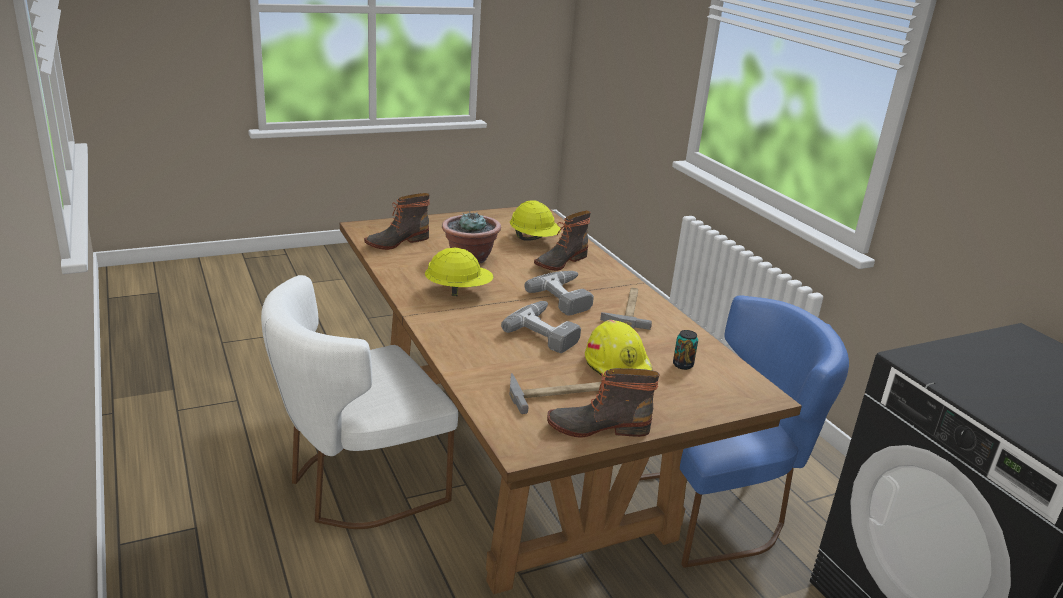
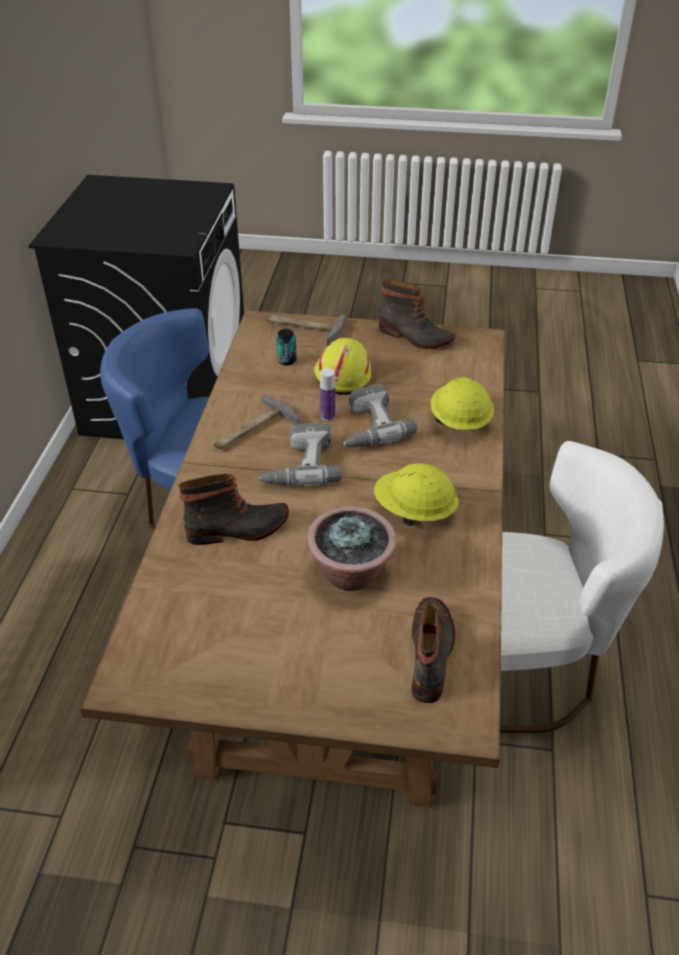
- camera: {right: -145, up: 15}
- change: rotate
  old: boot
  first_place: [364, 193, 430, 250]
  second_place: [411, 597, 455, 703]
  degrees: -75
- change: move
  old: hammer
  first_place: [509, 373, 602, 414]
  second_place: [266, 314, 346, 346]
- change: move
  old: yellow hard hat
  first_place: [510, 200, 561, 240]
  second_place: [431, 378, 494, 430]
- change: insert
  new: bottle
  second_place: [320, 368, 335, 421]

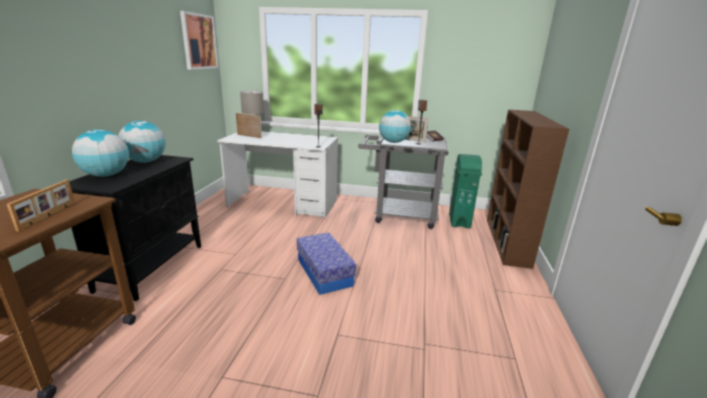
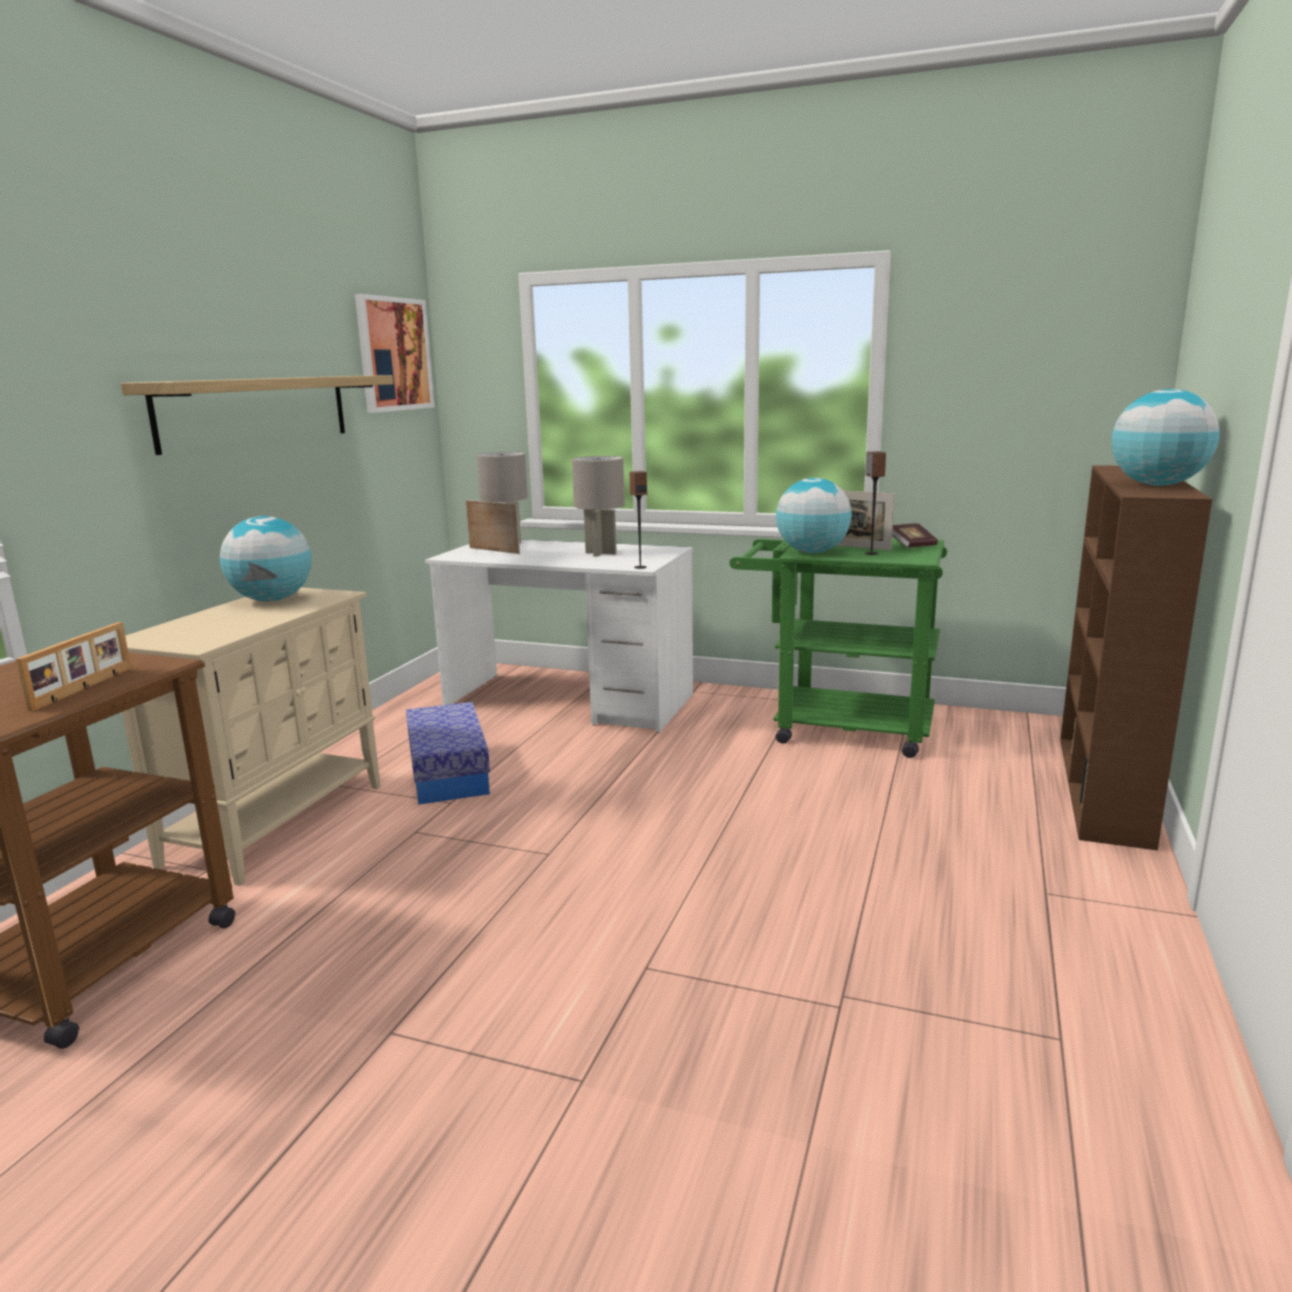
- camera: {right: 10, up: -5}
- change: recolor
  old: black cabinet
  new: beige cabinet
  first_place: [69, 155, 201, 301]
  second_place: [122, 588, 381, 886]
- change: move
  old: globe
  first_place: [72, 129, 129, 177]
  second_place: [1111, 389, 1220, 486]
- change: move
  old: storage box
  first_place: [297, 233, 356, 295]
  second_place: [406, 702, 490, 805]
- change: recolor
  old: grey cart
  new: green cart
  first_place: [358, 135, 449, 229]
  second_place: [729, 538, 947, 758]
- change: delete
  old: green trash can
  first_place: [449, 154, 482, 228]
- change: insert
  new: shelf
  second_place: [121, 375, 393, 455]
- change: insert
  new: grey table lamp
  second_place: [572, 456, 625, 557]

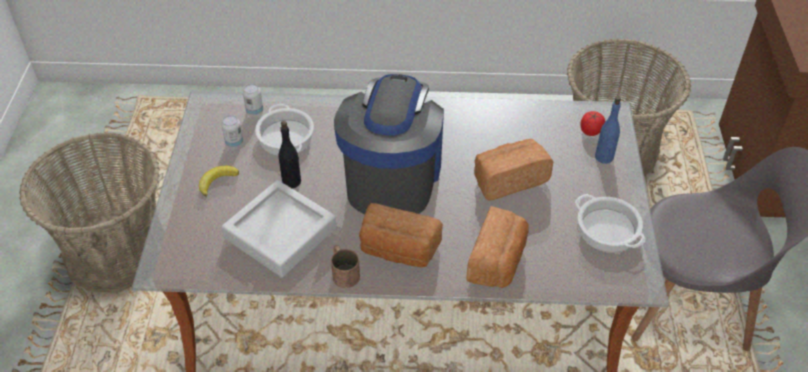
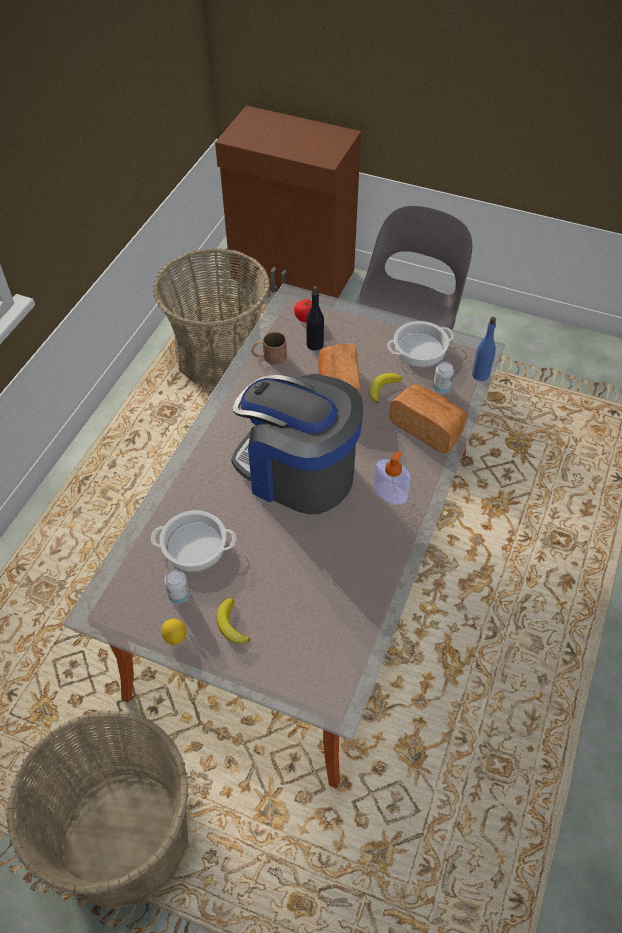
- camera: {right: -70, up: 5}
- change: delete
  old: grey tray
  first_place: [222, 180, 337, 277]
- change: move
  old: can
  first_place: [243, 84, 263, 115]
  second_place: [433, 362, 454, 393]
- change: move
  old: black bottle
  first_place: [278, 121, 301, 188]
  second_place: [306, 286, 324, 350]
- change: move
  old: brown mug
  first_place: [331, 245, 360, 288]
  second_place: [251, 332, 287, 365]
- change: replace
  old: bread
  new: soap dispenser
  first_place: [359, 203, 443, 267]
  second_place: [374, 451, 411, 504]
- change: move
  old: blue bottle
  first_place: [595, 96, 621, 164]
  second_place: [472, 317, 496, 381]
- change: insert
  new: lemon
  second_place: [161, 619, 187, 645]
- change: insert
  new: banana
  second_place: [369, 373, 402, 403]

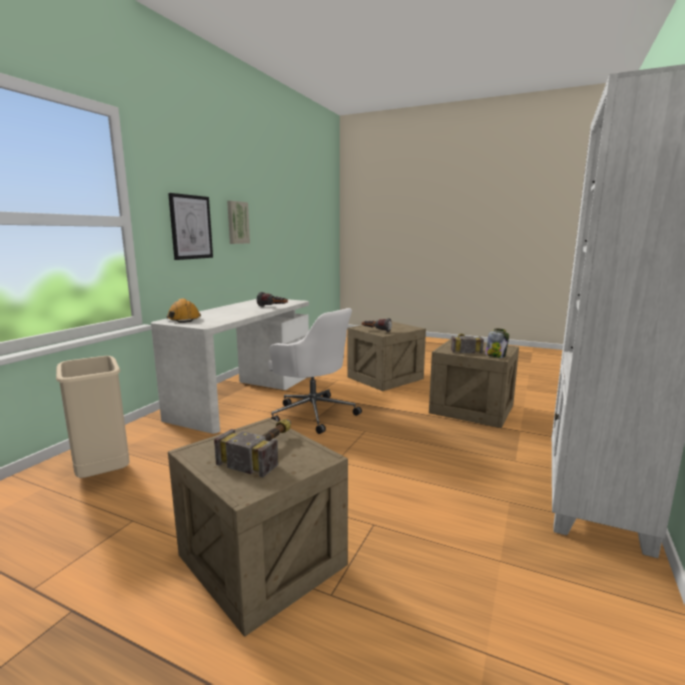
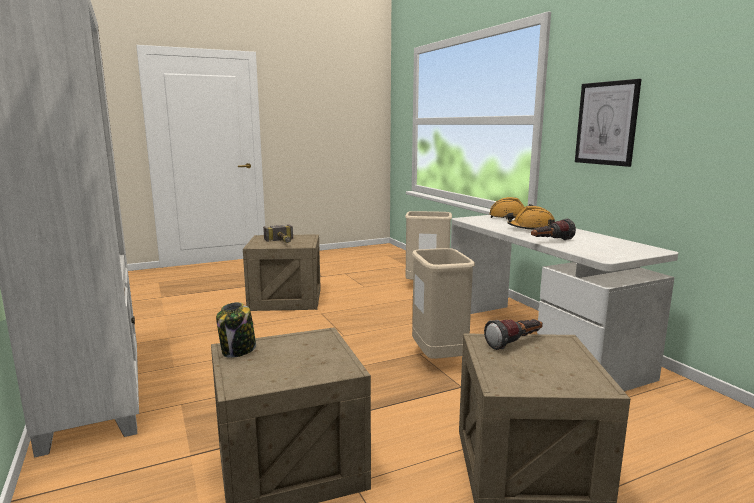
- camera: {right: 130, up: 0}
- change: delete
  old: picture
  first_place: [227, 201, 250, 244]
- change: replace
  old: white office chair
  new: beige trash can
  first_place: [268, 308, 362, 434]
  second_place: [412, 248, 475, 359]
- change: delete
  old: hammer
  first_place: [451, 333, 484, 354]
- change: insert
  new: orange hard hat
  second_place: [507, 206, 555, 230]

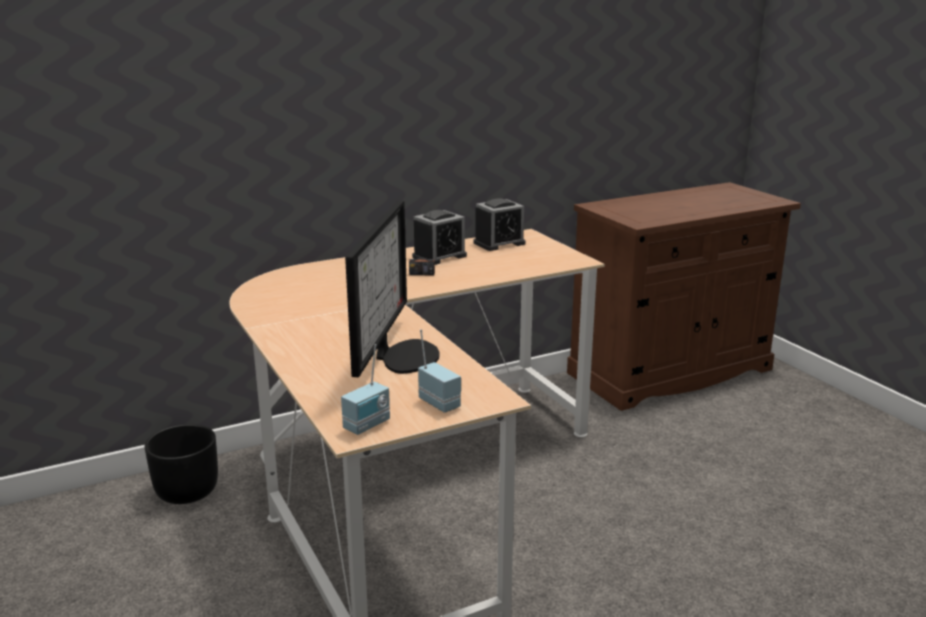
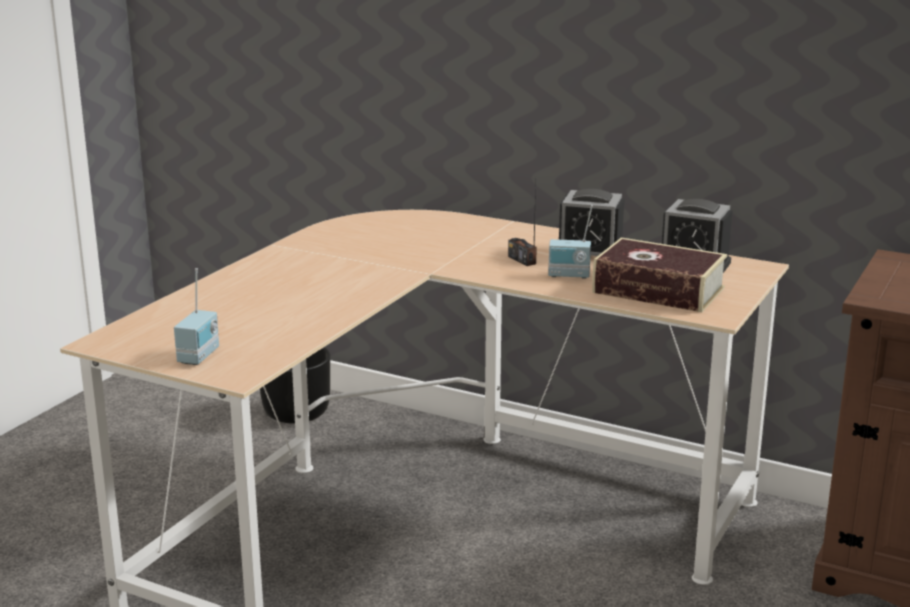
- camera: {right: 55, up: 0}
- change: move
  old: radio
  first_place: [341, 344, 390, 435]
  second_place: [548, 205, 593, 278]
- change: delete
  old: monitor
  first_place: [345, 200, 439, 377]
- change: insert
  new: book
  second_place: [592, 238, 727, 312]

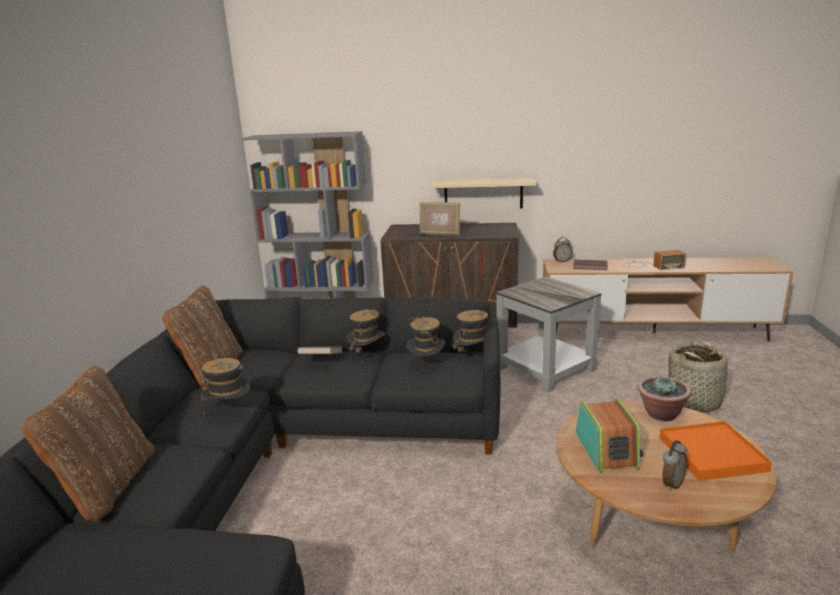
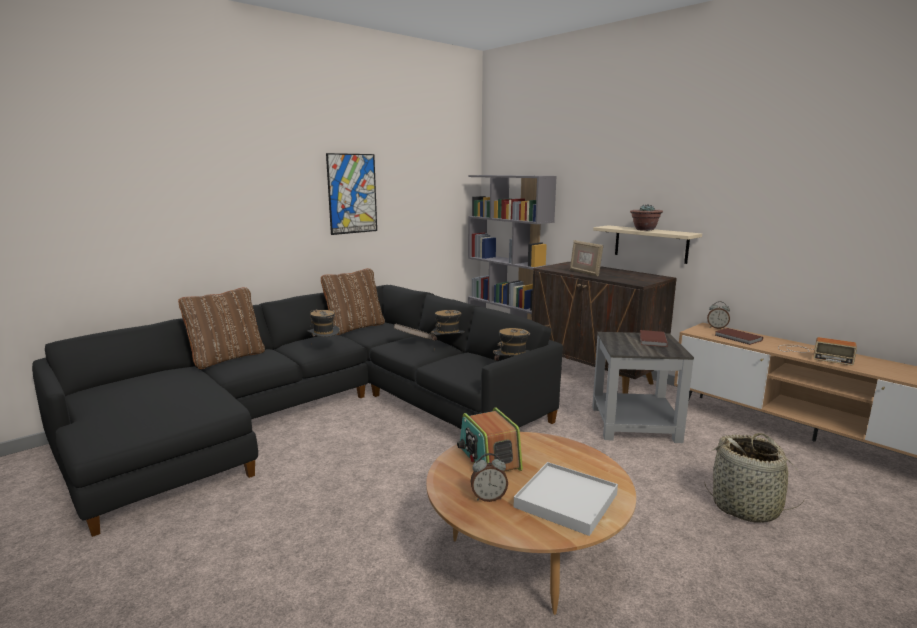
- camera: {right: 40, up: -5}
- change: delete
  old: hat
  first_place: [407, 317, 445, 356]
- change: rotate
  old: radio
  first_place: [576, 398, 643, 473]
  second_place: [457, 407, 523, 472]
  degrees: 120
- change: move
  old: potted plant
  first_place: [637, 376, 692, 421]
  second_place: [630, 204, 663, 231]
- change: recolor
  old: orange tray
  new: white tray
  first_place: [659, 421, 772, 481]
  second_place: [514, 462, 618, 536]
- change: insert
  new: picture
  second_place: [326, 153, 377, 235]
- change: insert
  new: brown book
  second_place: [640, 330, 668, 347]

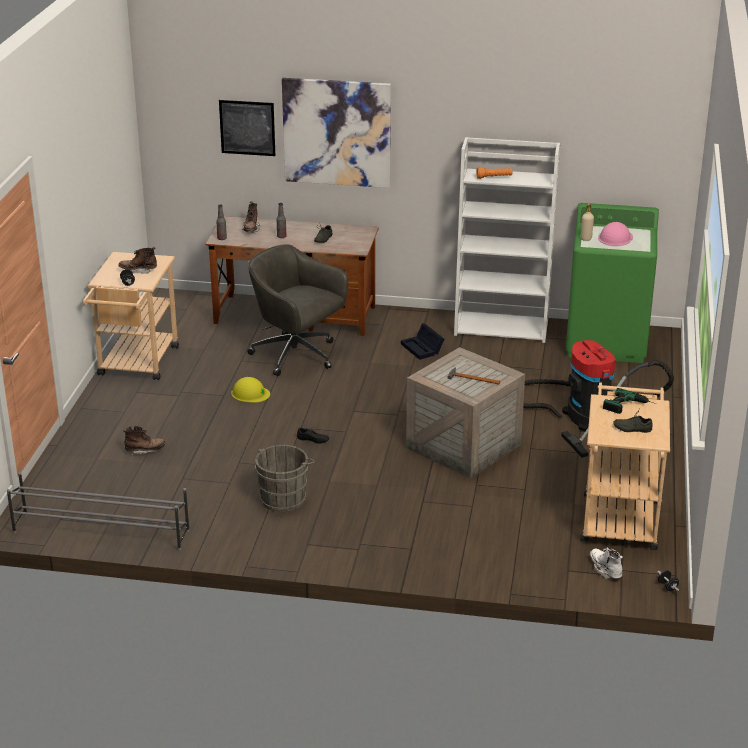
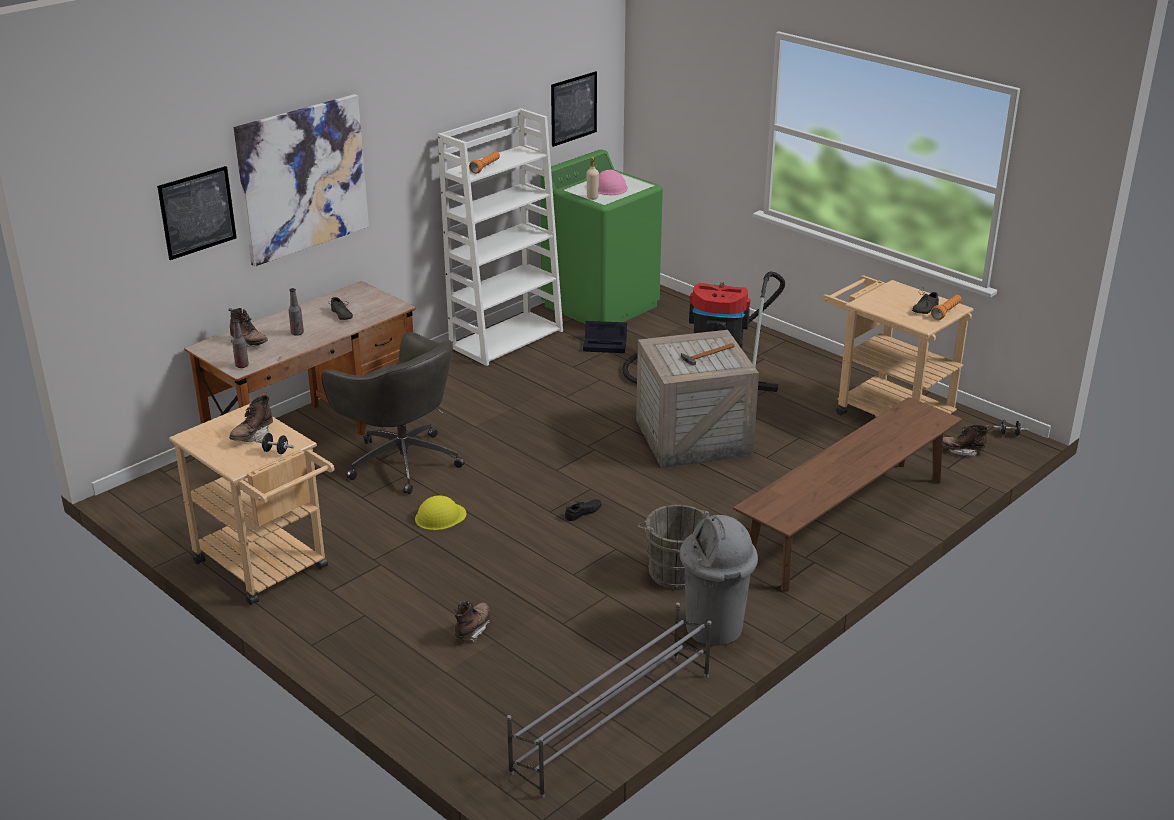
- camera: {right: -55, up: 0}
- change: rotate
  old: grey office chair
  first_place: [247, 244, 348, 376]
  second_place: [321, 332, 465, 494]
  degrees: -120
- change: move
  old: black storage box
  first_place: [401, 323, 444, 360]
  second_place: [583, 321, 627, 353]
- change: recolor
  old: white boot
  new: brown boot
  first_place: [590, 547, 623, 579]
  second_place: [943, 425, 990, 456]
- change: delete
  old: power drill
  first_place: [603, 388, 656, 414]
- change: insert
  new: picture
  second_place: [551, 71, 597, 147]
- change: insert
  new: grey trash can
  second_place: [679, 515, 758, 645]
- change: insert
  new: brown bench
  second_place: [733, 397, 962, 591]
- change: insert
  new: orange flashlight
  second_place: [931, 295, 962, 320]

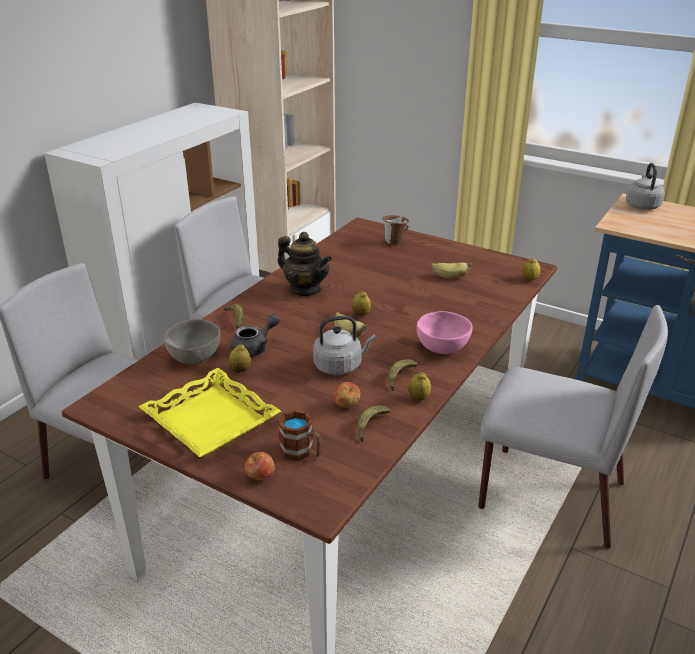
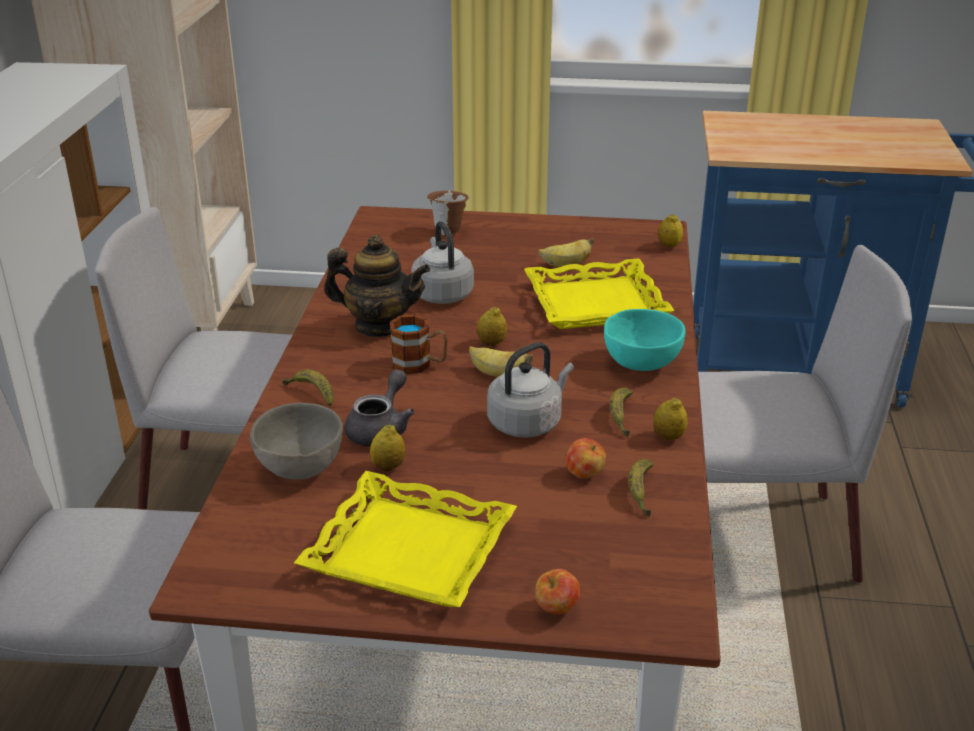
- camera: {right: -25, up: 0}
- change: move
  old: mug
  first_place: [278, 410, 322, 461]
  second_place: [390, 314, 448, 374]
- change: recolor
  old: pink bowl
  new: turquoise bowl
  first_place: [417, 311, 473, 354]
  second_place: [604, 309, 686, 371]
- change: move
  old: grey kettle
  first_place: [626, 163, 665, 210]
  second_place: [411, 221, 474, 304]
- change: insert
  new: yellow tray
  second_place: [524, 259, 675, 329]

